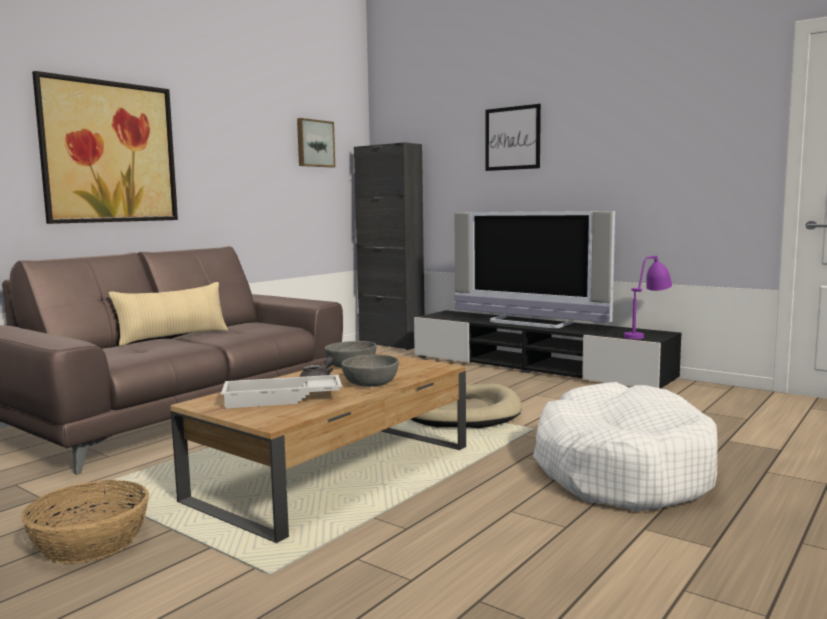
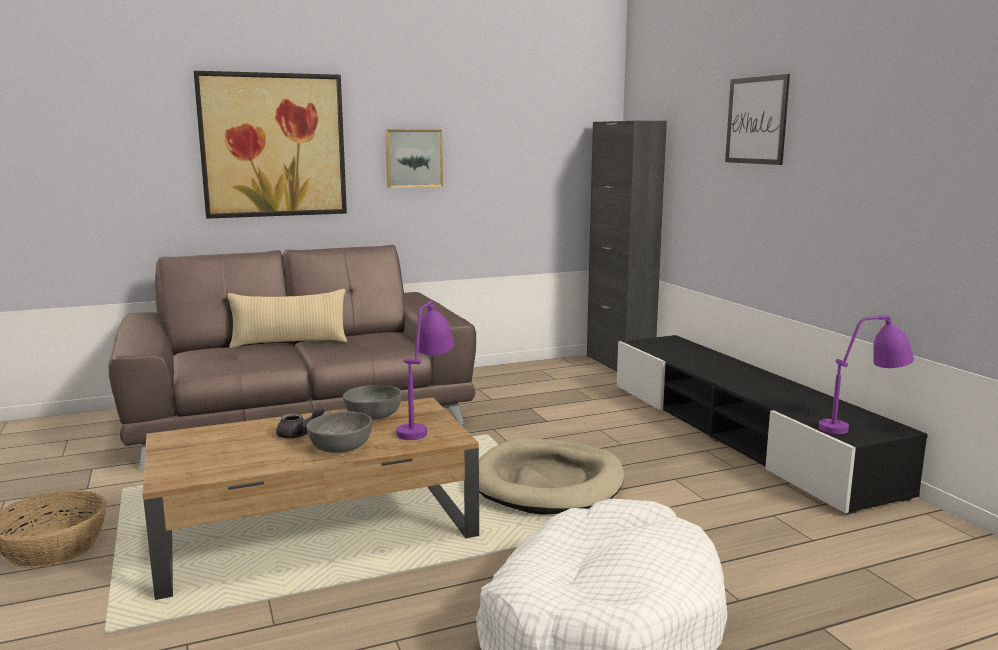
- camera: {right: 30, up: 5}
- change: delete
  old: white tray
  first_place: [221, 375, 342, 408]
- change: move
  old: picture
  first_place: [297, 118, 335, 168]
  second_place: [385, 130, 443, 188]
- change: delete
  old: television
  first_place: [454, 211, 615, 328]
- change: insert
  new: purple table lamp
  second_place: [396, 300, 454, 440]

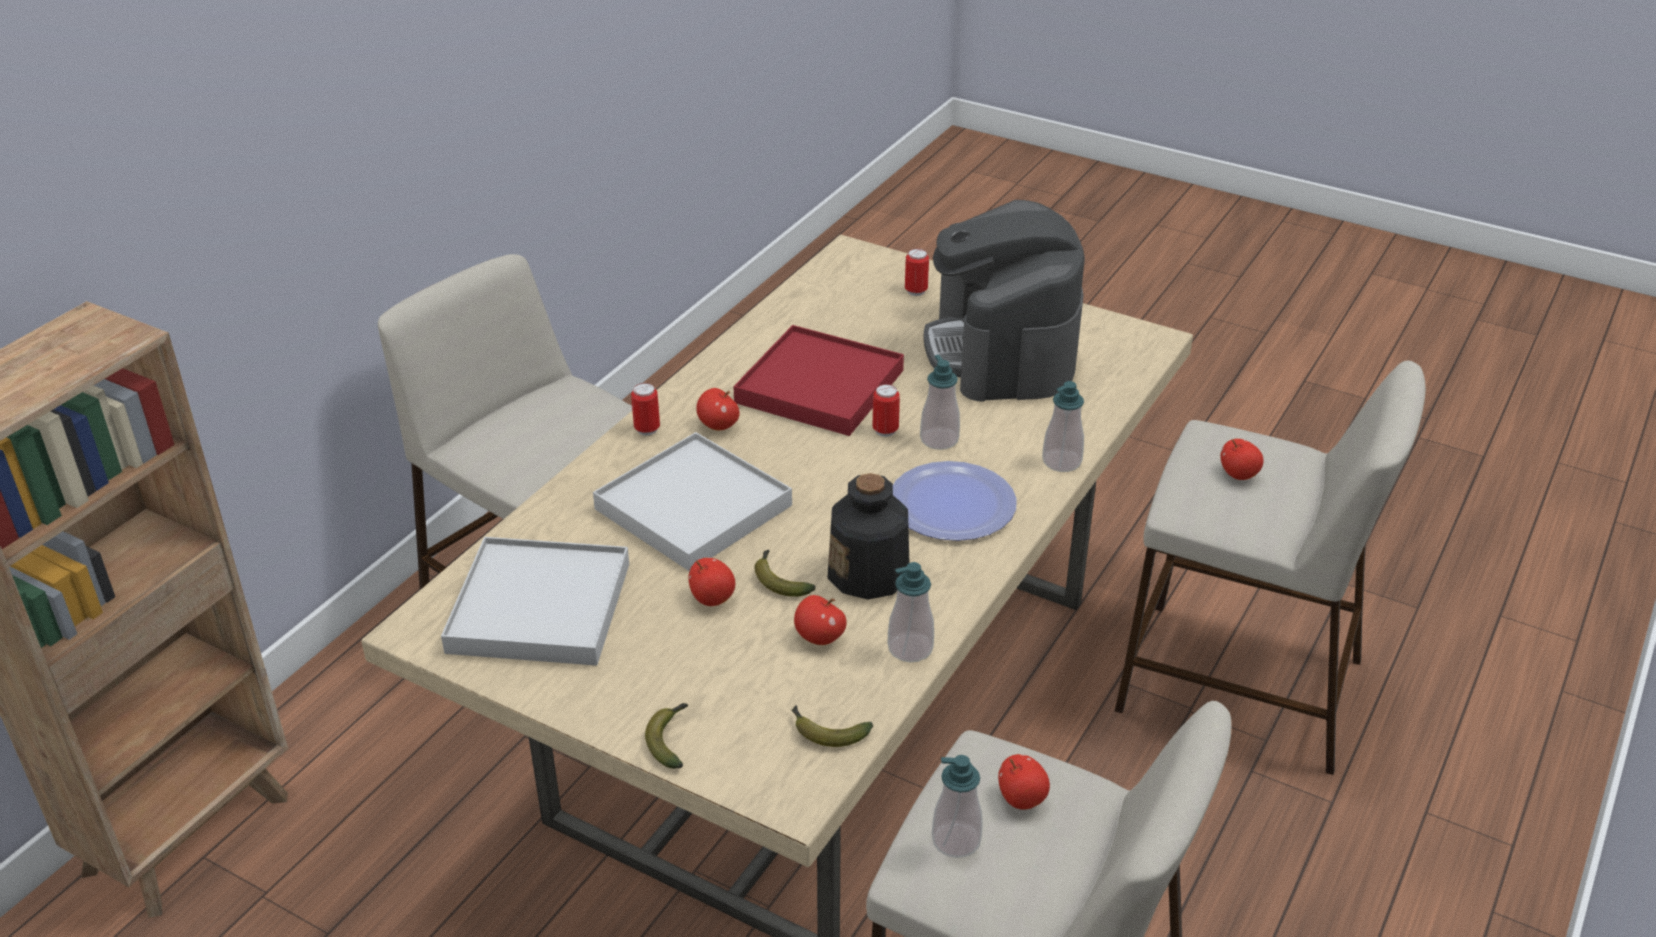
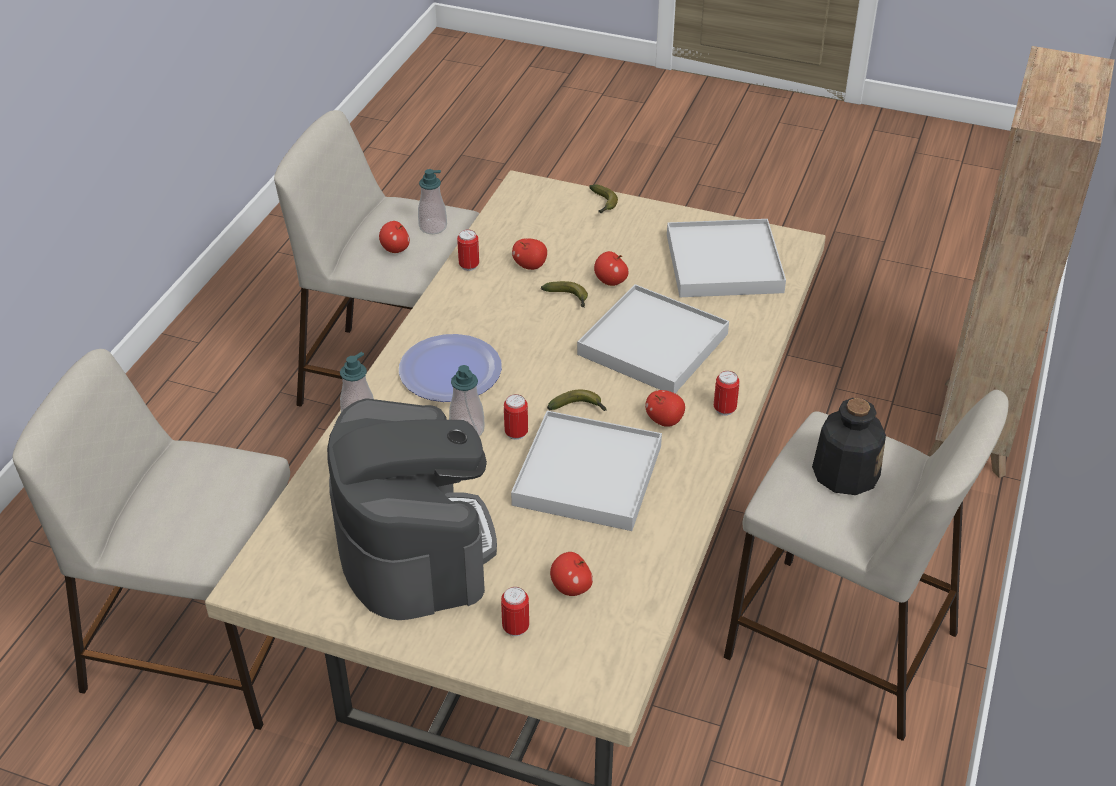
- camera: {right: 170, up: 5}
- change: recolor
  old: red tray
  new: white tray
  first_place: [733, 325, 904, 436]
  second_place: [511, 411, 662, 531]
- change: move
  old: banana
  first_place: [792, 705, 873, 747]
  second_place: [547, 390, 607, 411]
- change: move
  old: bottle
  first_place: [827, 473, 909, 599]
  second_place: [812, 398, 886, 495]
- change: replace
  old: soap dispenser
  new: can
  first_place: [888, 562, 934, 662]
  second_place: [457, 230, 479, 271]
- change: move
  old: apple
  first_place: [1220, 439, 1264, 480]
  second_place: [550, 552, 593, 596]

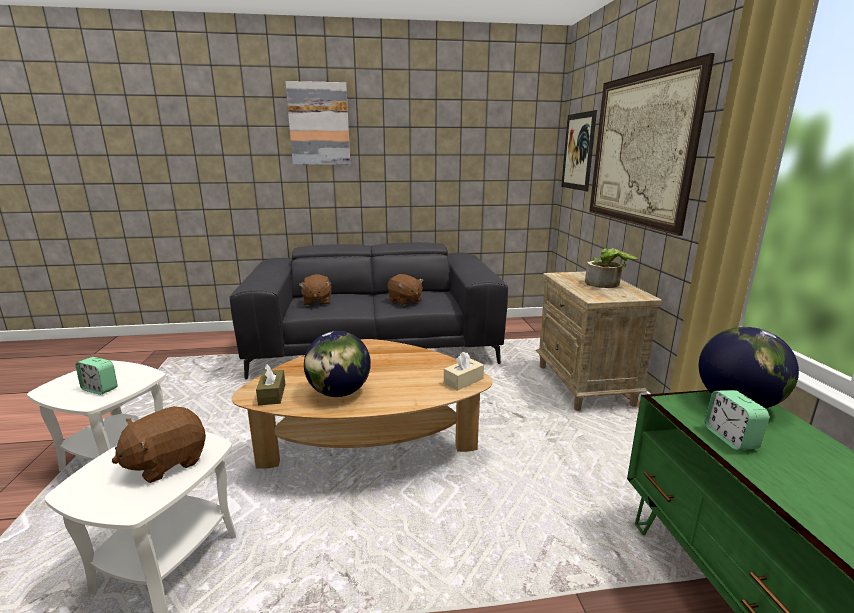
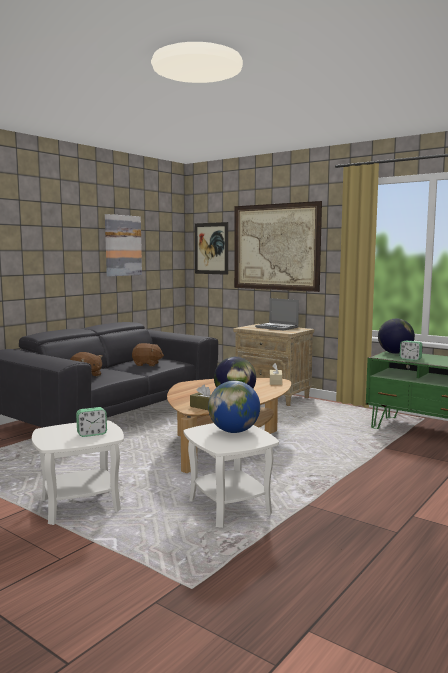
- camera: {right: -45, up: -10}
- change: replace
  old: brown plush toy
  new: globe
  first_place: [112, 406, 206, 483]
  second_place: [208, 381, 260, 433]
- change: move
  old: picture
  first_place: [285, 81, 350, 165]
  second_place: [105, 214, 142, 276]
- change: replace
  old: potted plant
  new: laptop
  first_place: [585, 248, 639, 288]
  second_place: [255, 298, 299, 331]

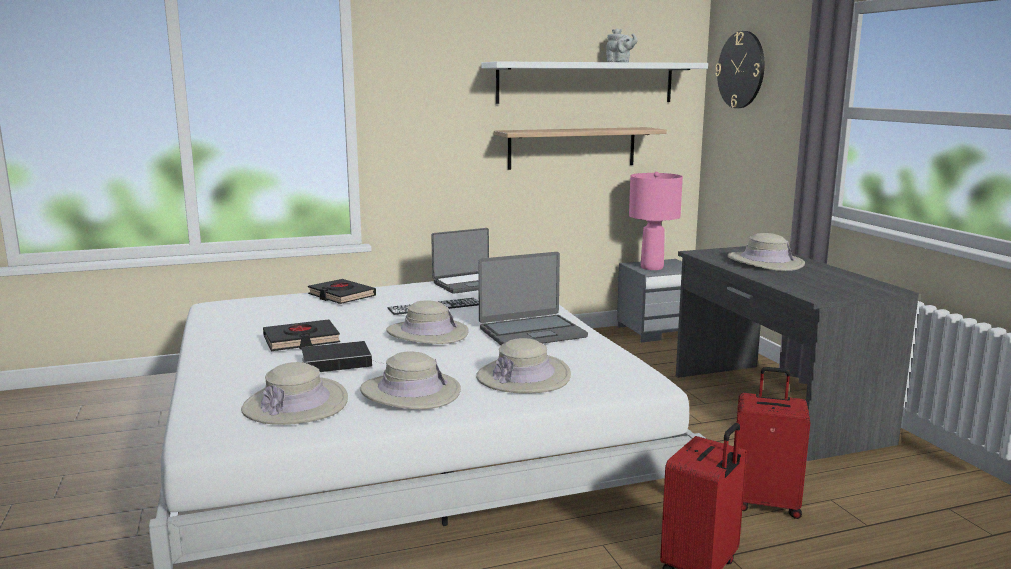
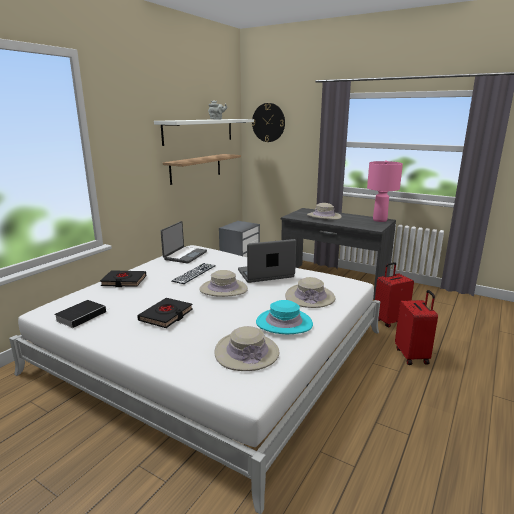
- camera: {right: -40, up: 5}
- change: move
  old: book
  first_place: [301, 341, 383, 372]
  second_place: [54, 300, 111, 328]
- change: recolor
  old: beige hat
  new: turquoise hat
  first_place: [360, 351, 461, 409]
  second_place: [256, 300, 313, 334]
- change: rotate
  old: laptop
  first_place: [478, 252, 588, 345]
  second_place: [238, 239, 296, 283]
  degrees: -135
- change: move
  old: pink table lamp
  first_place: [629, 172, 683, 270]
  second_place: [367, 160, 403, 222]

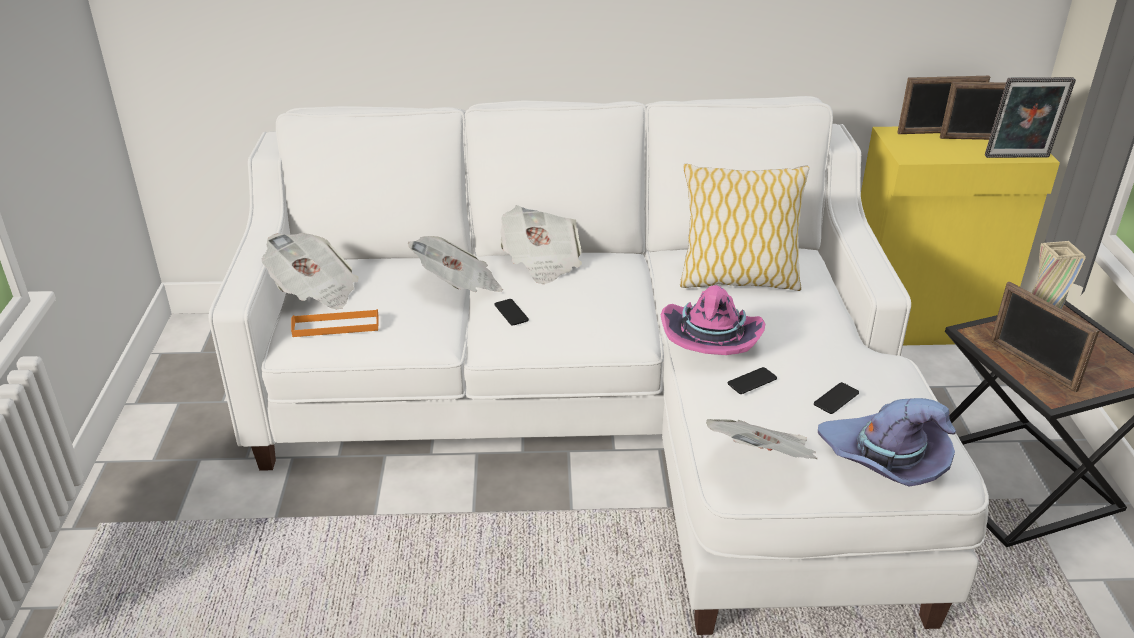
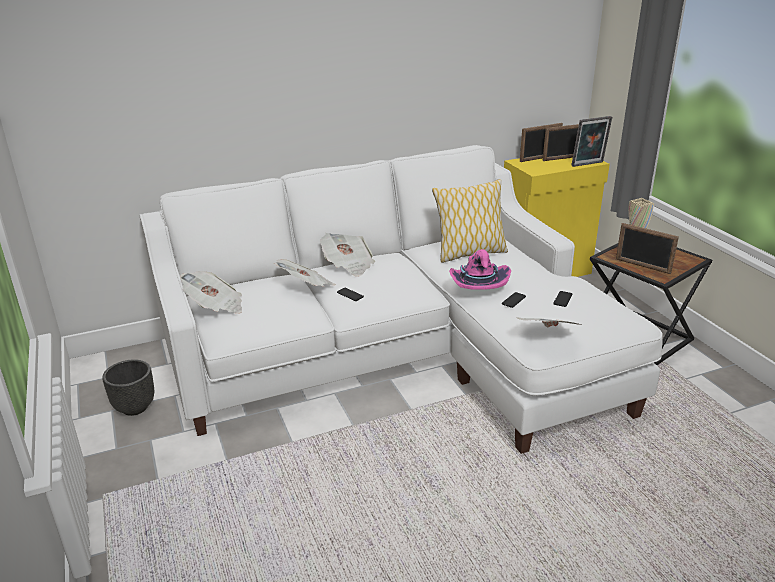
- camera: {right: -20, up: -5}
- change: delete
  old: orange tray
  first_place: [291, 309, 379, 337]
- change: delete
  old: purple hat
  first_place: [818, 398, 956, 487]
- change: insert
  new: black planter
  second_place: [102, 359, 154, 416]

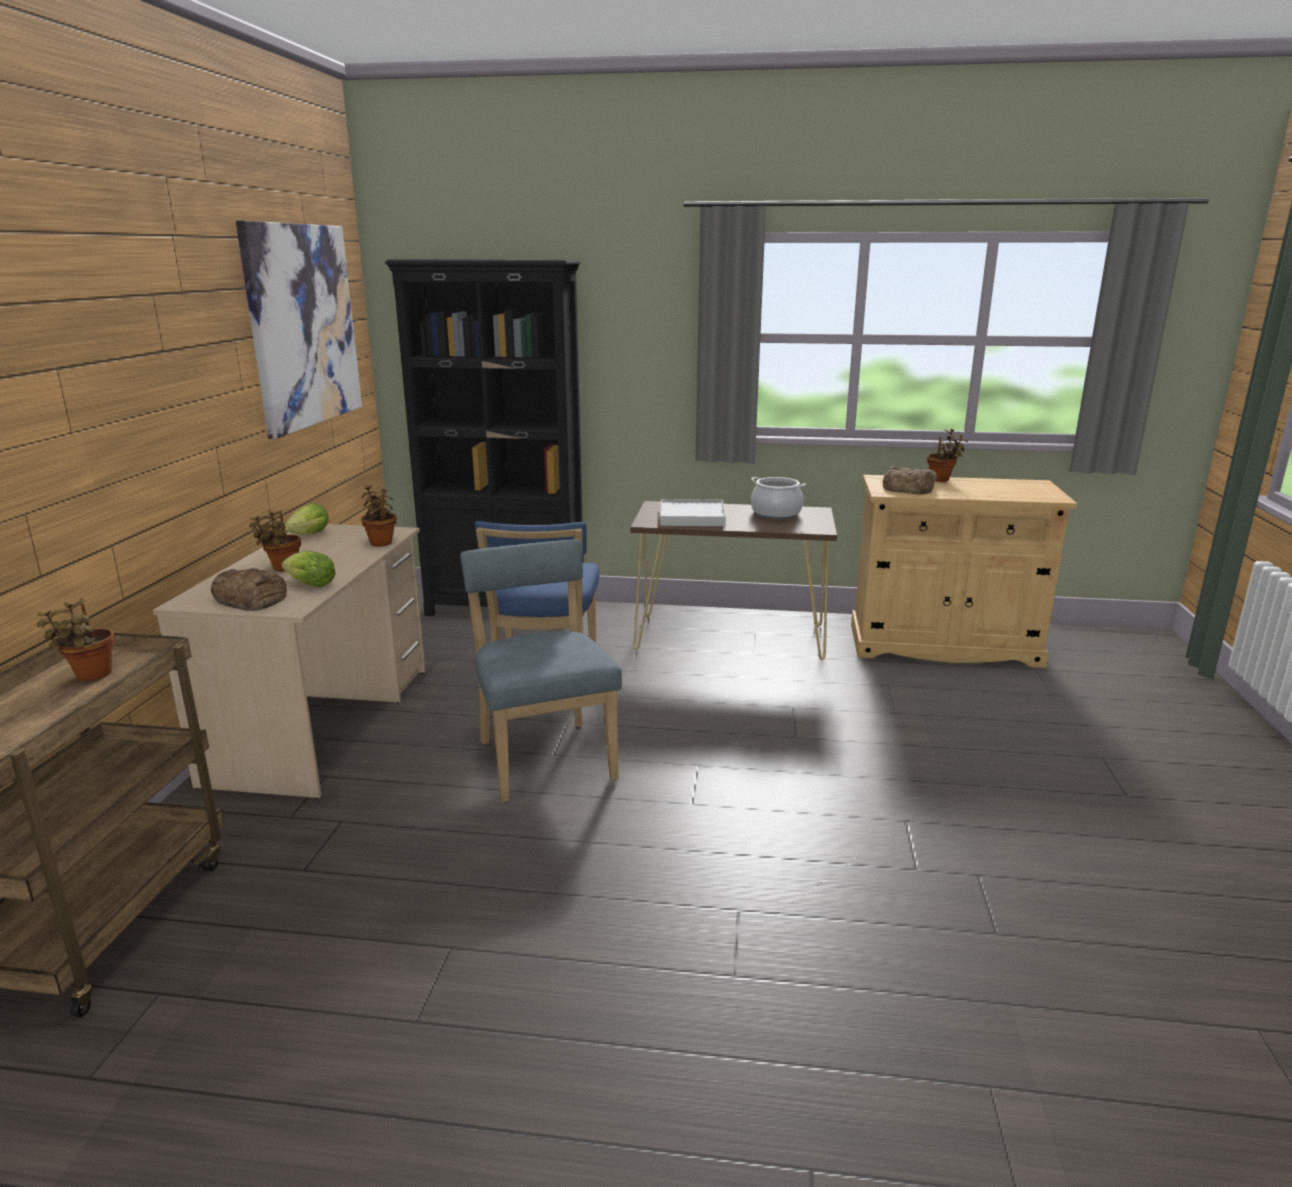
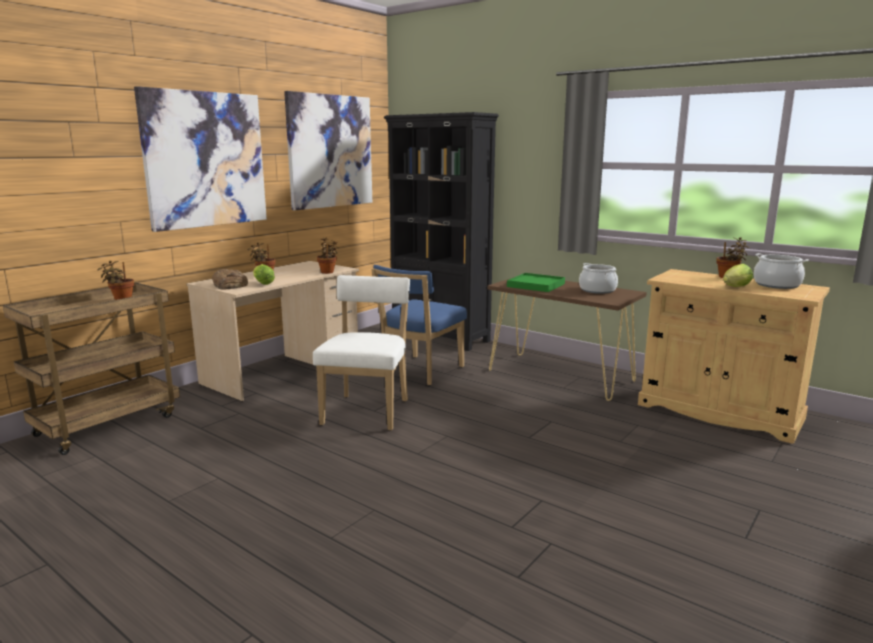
- camera: {right: 30, up: -5}
- change: move
  old: lettuce
  first_place: [284, 503, 329, 535]
  second_place: [723, 264, 753, 287]
- change: recolor
  old: blue chair
  new: white chair
  first_place: [460, 539, 622, 802]
  second_place: [313, 275, 410, 431]
- change: recolor
  old: white tray
  new: green tray
  first_place: [660, 499, 726, 526]
  second_place: [507, 273, 565, 292]
- change: delete
  old: bread
  first_place: [883, 466, 938, 494]
- change: insert
  new: picture
  second_place: [134, 86, 267, 232]
- change: insert
  new: cooking pot
  second_place: [754, 253, 809, 289]

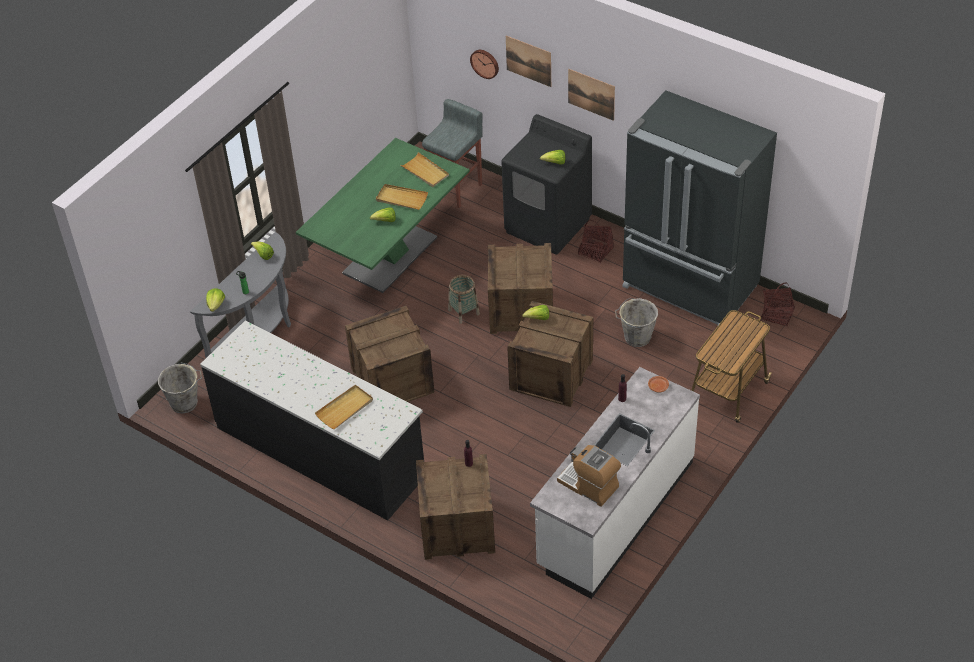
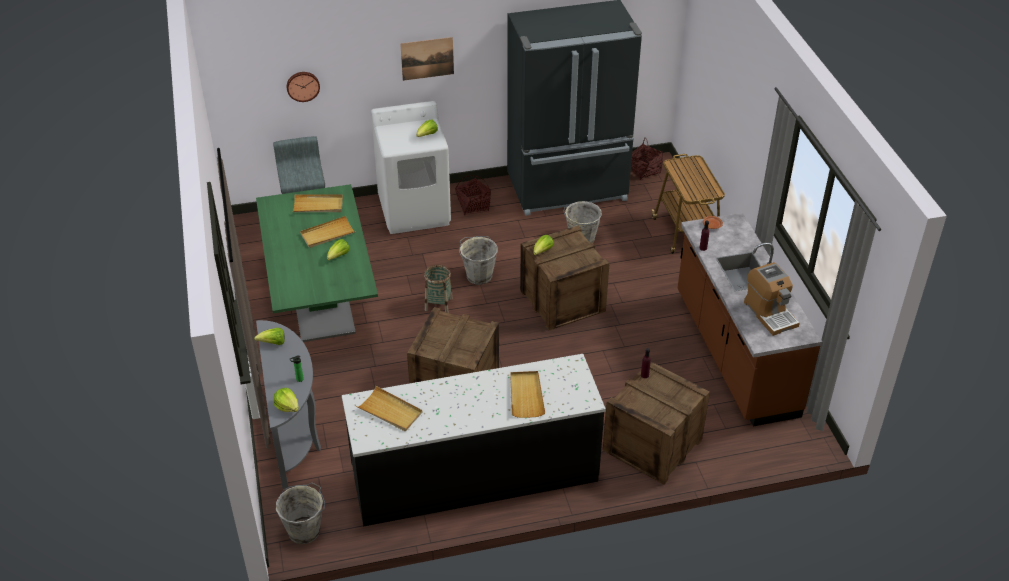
- camera: {right: -50, up: -5}
- change: replace
  old: crate
  new: grey bucket
  first_place: [488, 243, 553, 334]
  second_place: [459, 236, 498, 285]
- change: recolor
  old: black washing machine
  new: white washing machine
  first_place: [501, 114, 592, 255]
  second_place: [371, 101, 451, 234]
- change: delete
  old: picture
  first_place: [506, 36, 551, 87]
- change: recolor
  old: white counter
  new: brown counter
  first_place: [530, 367, 700, 599]
  second_place: [678, 213, 822, 426]
- change: rotate
  old: coffee machine
  first_place: [557, 445, 621, 507]
  second_place: [744, 262, 800, 336]
  degrees: -105
- change: insert
  new: beige tray
  second_place: [356, 386, 423, 431]

